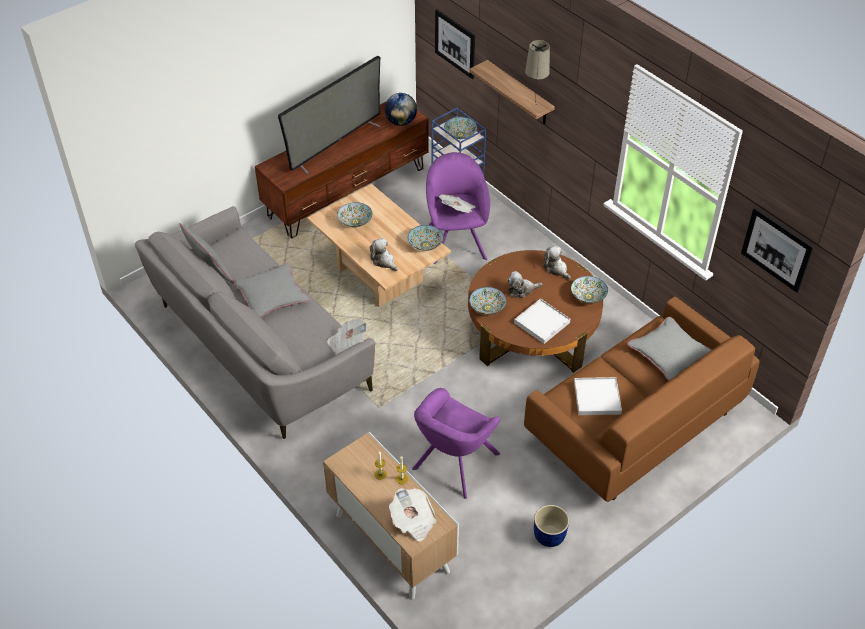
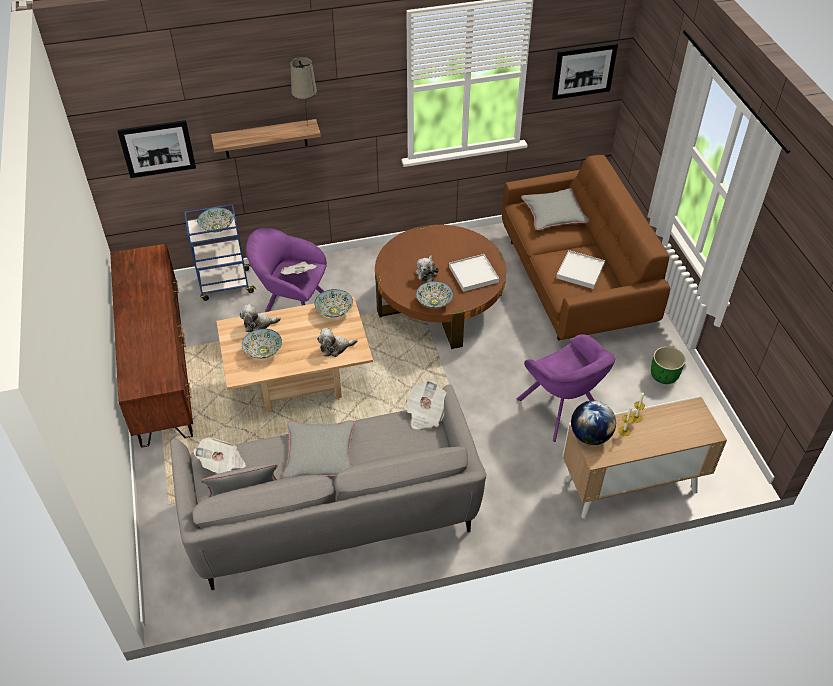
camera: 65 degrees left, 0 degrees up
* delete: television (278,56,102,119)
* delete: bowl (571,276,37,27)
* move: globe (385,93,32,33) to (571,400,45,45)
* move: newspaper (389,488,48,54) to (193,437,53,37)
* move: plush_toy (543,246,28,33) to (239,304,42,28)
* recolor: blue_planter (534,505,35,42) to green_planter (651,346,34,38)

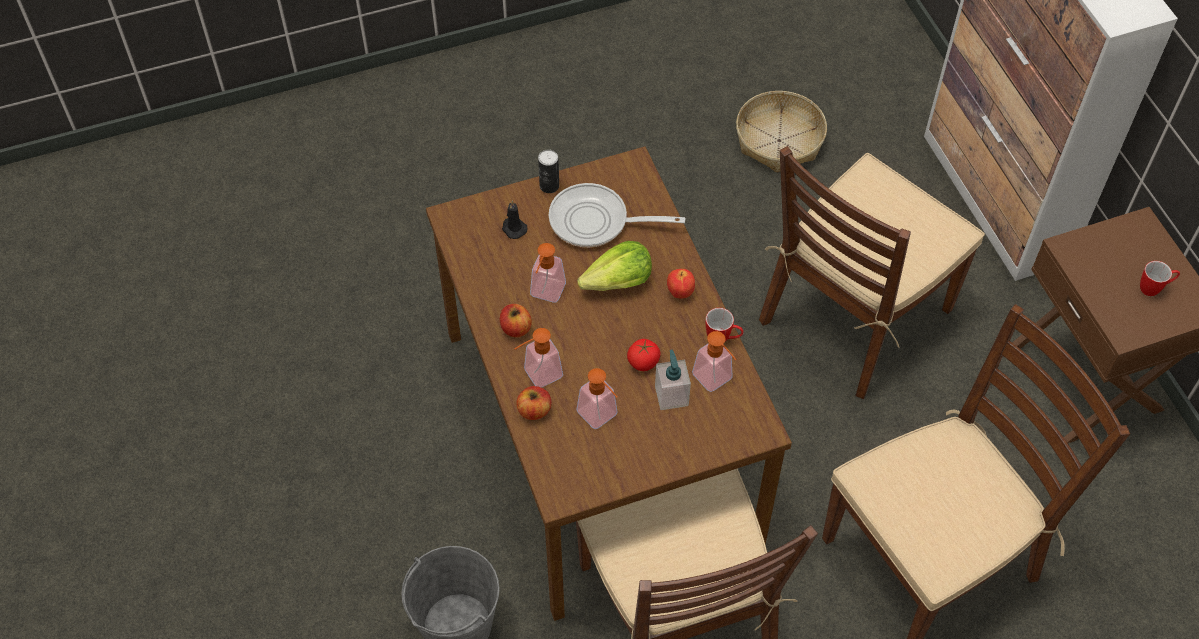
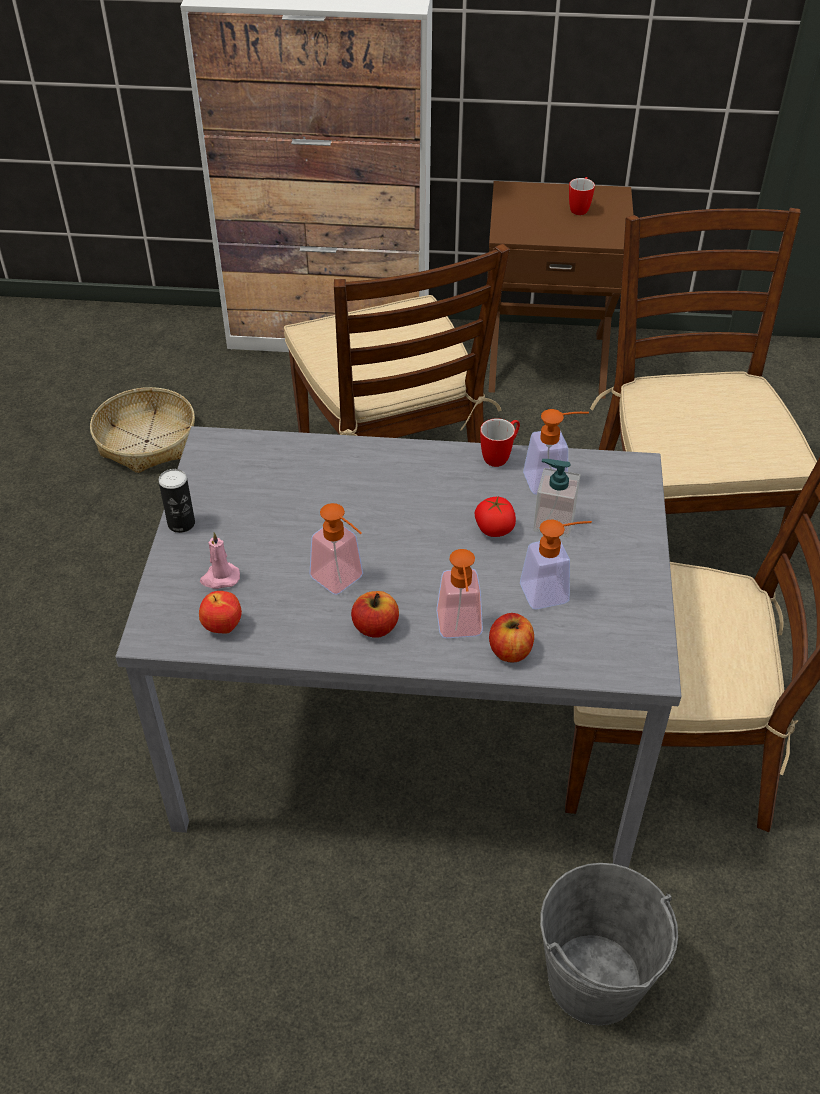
camera: 65 degrees left, 10 degrees down
* delete: frying_pan (549,183,136,64)
* delete: lettuce (577,241,75,50)
* move: apple (667,269,28,30) to (199,591,43,42)
* recolor: brown_dining_table (426,146,366,475) to grey_dining_table (115,426,566,442)
* recolor: black_candle (502,201,25,38) to pink_candle (200,532,40,57)

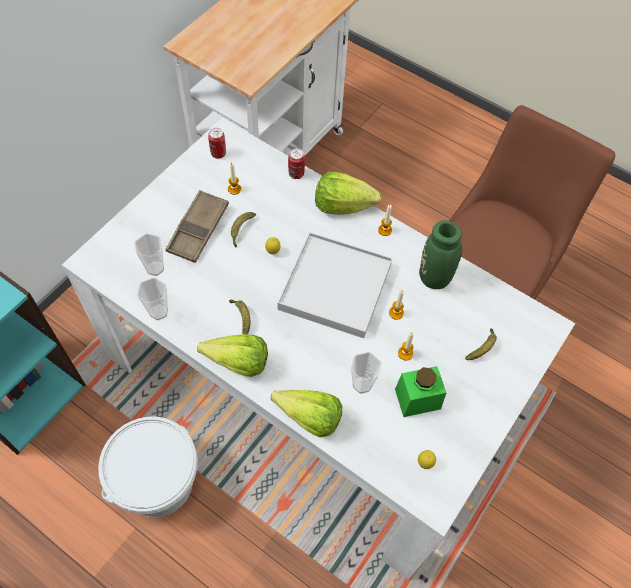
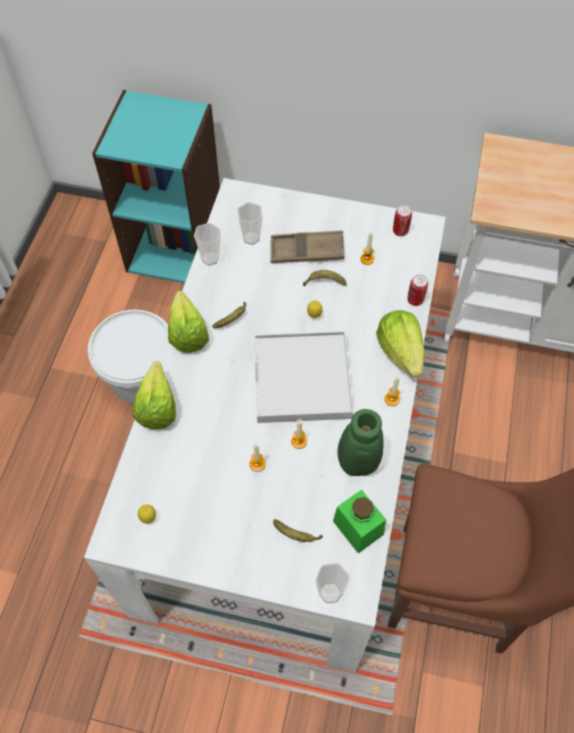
camera: 70 degrees right, 0 degrees up
* move: cup (351,352,31,42) to (315,563,35,41)
* move: green_jar (395,366,51,51) to (333,490,53,63)

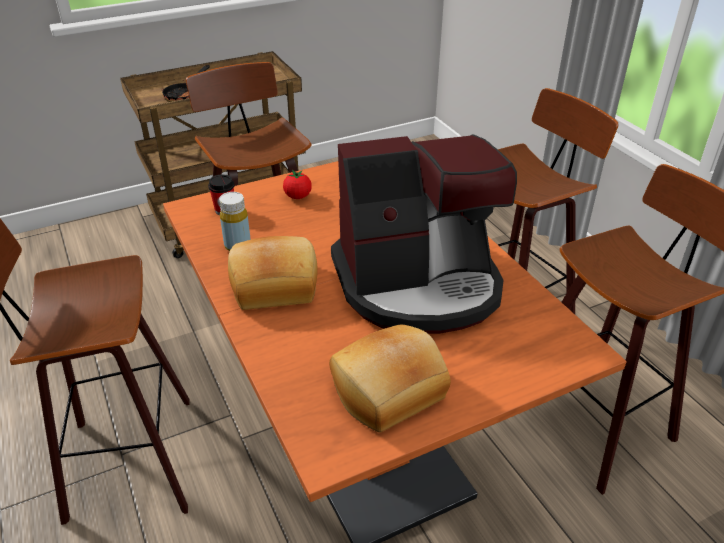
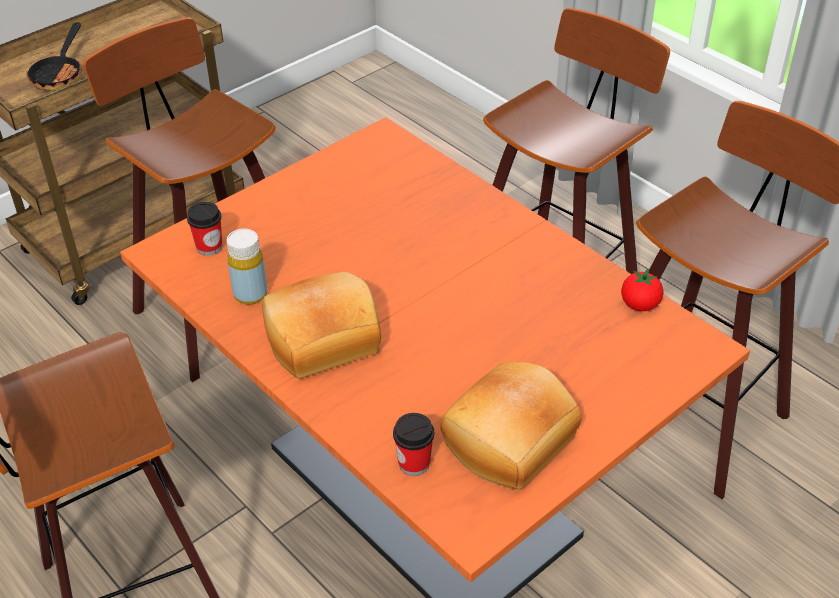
camera: 15 degrees left, 5 degrees up
* delete: coffee_machine (331,134,186,200)
* insert: cup (393,413,41,63)
* move: tomato (283,170,29,29) to (621,269,43,42)

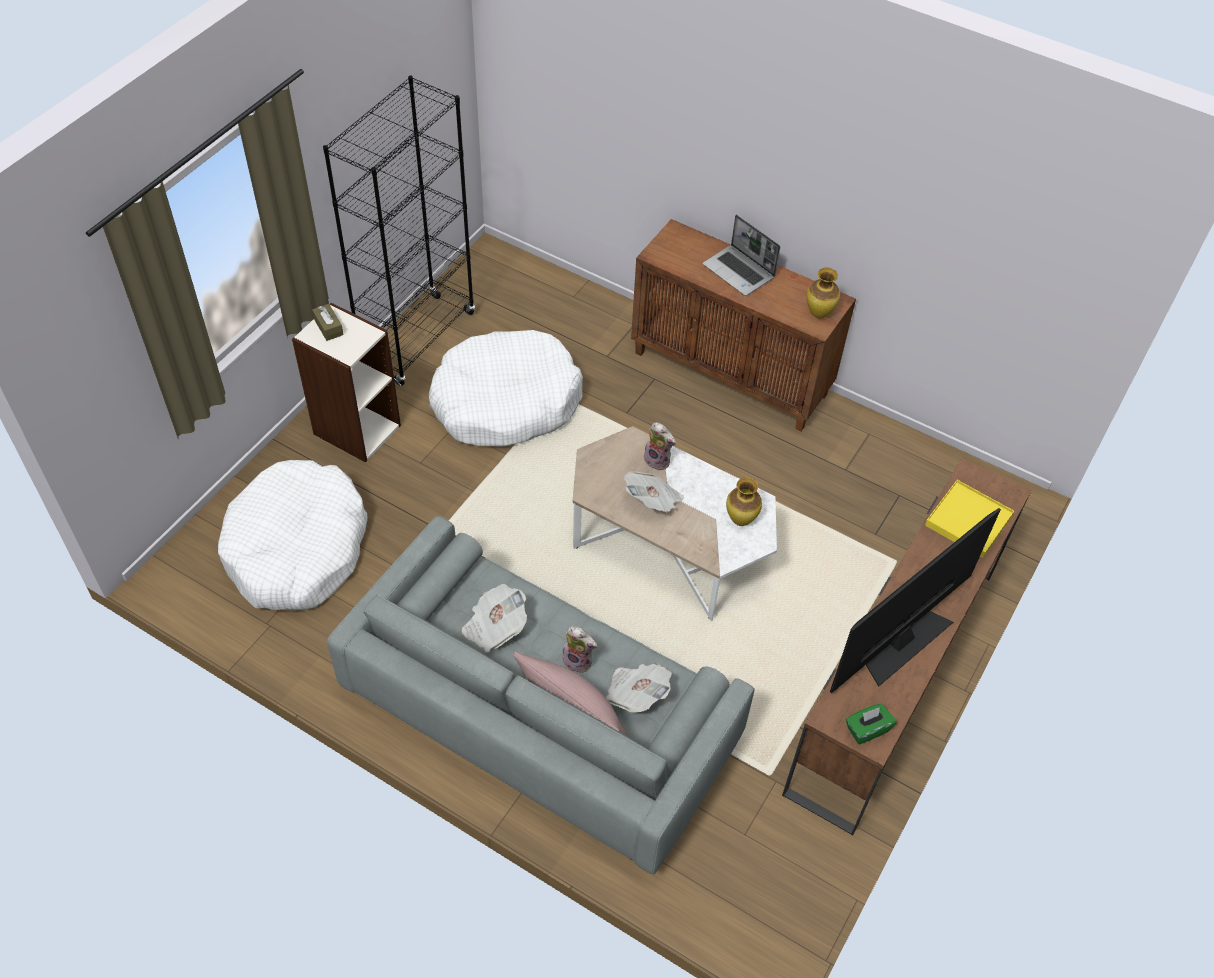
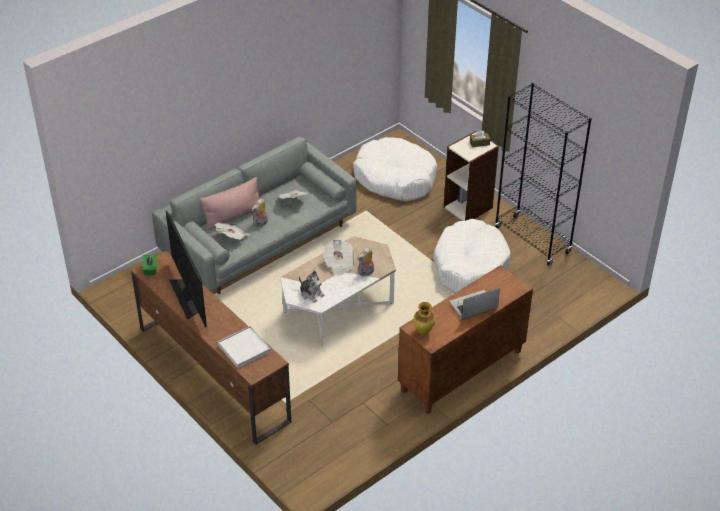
camera: 110 degrees right, 10 degrees down
* replace: vase (726,477,36,49) to plush_toy (299,271,26,32)
* recolor: yellow_tray (925,480,89,78) to white_tray (218,326,53,42)

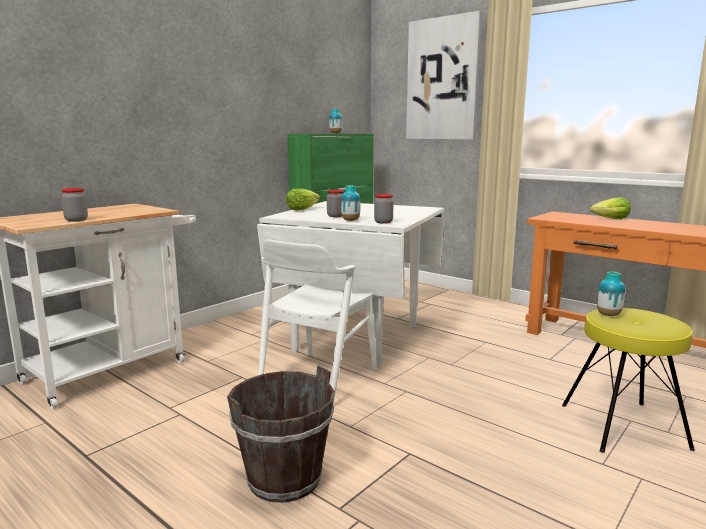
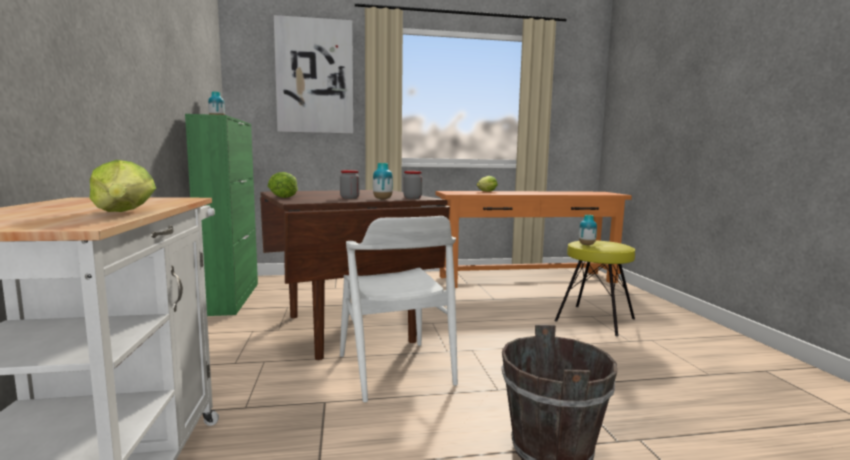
camera: 50 degrees left, 5 degrees down
* replace: jar (61,188,27,34) to lettuce (89,160,67,52)
* recolor: white_dining_table (257,201,188,166) to brown_dining_table (260,190,190,170)

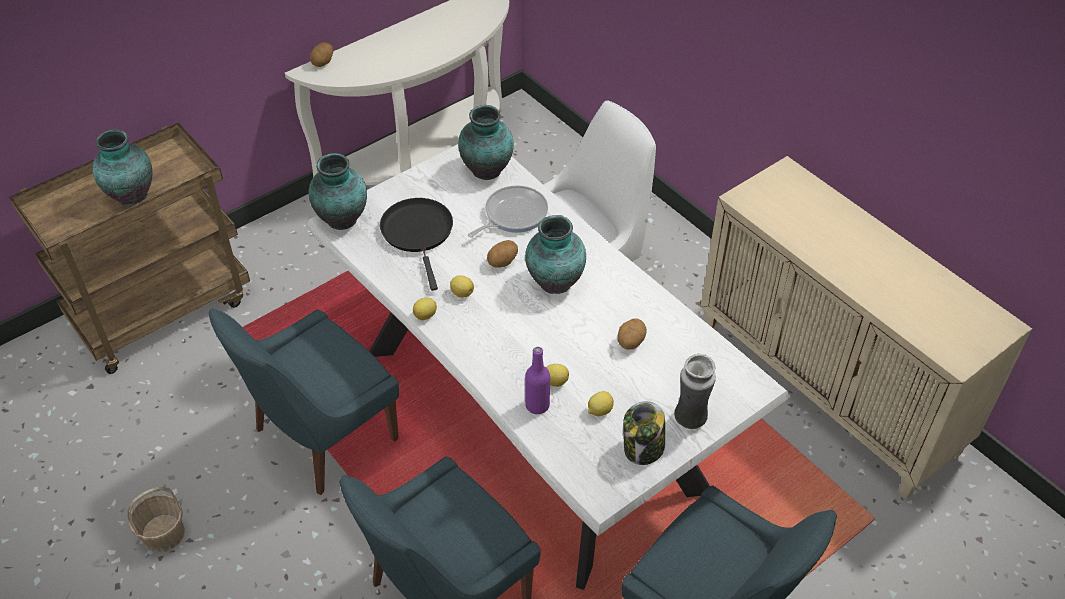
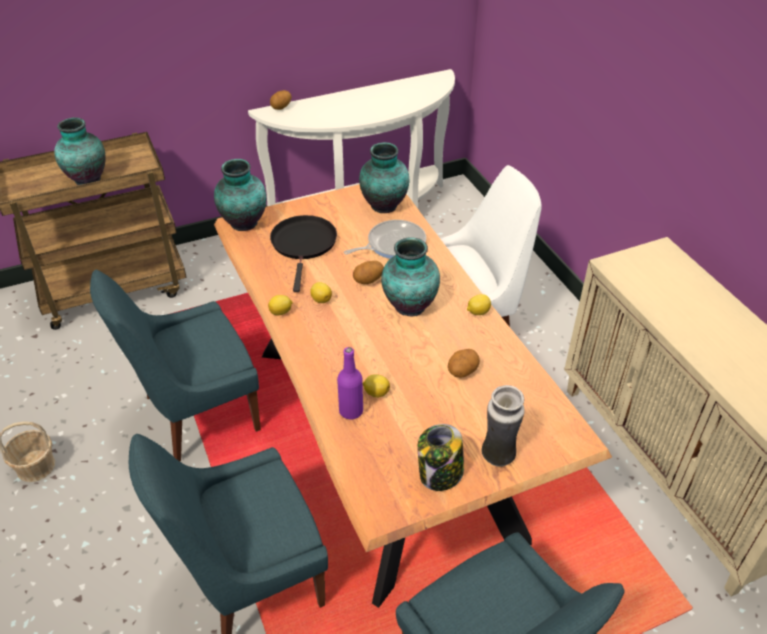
camera: 15 degrees right, 5 degrees down
* move: lemon (588,391,26,25) to (467,294,24,21)
* recolor: white_dining_table (306,144,485,446) to brown_dining_table (214,184,398,424)

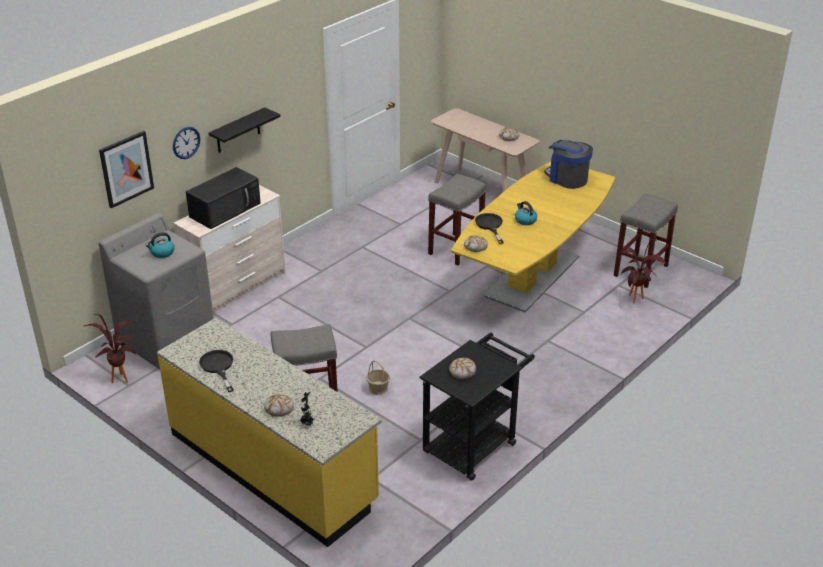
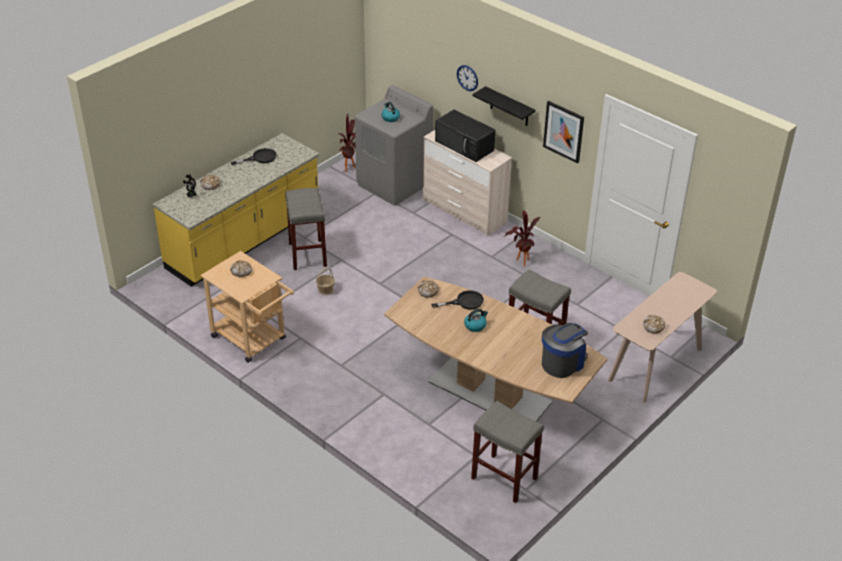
camera: 90 degrees right, 5 degrees up
* move: picture (99,131,55,77) to (543,101,41,63)
* move: potted_plant (621,239,45,64) to (503,211,37,56)
* recolor: black_cart (419,332,116,149) to beige_cart (200,251,94,112)
* recolor: yellow_dining_table (451,162,164,150) to brown_dining_table (384,277,223,144)

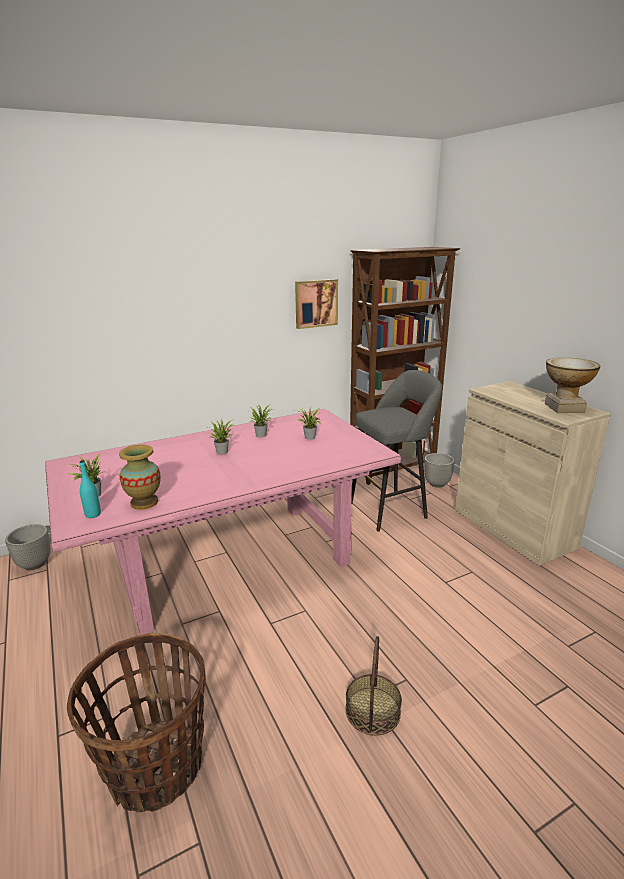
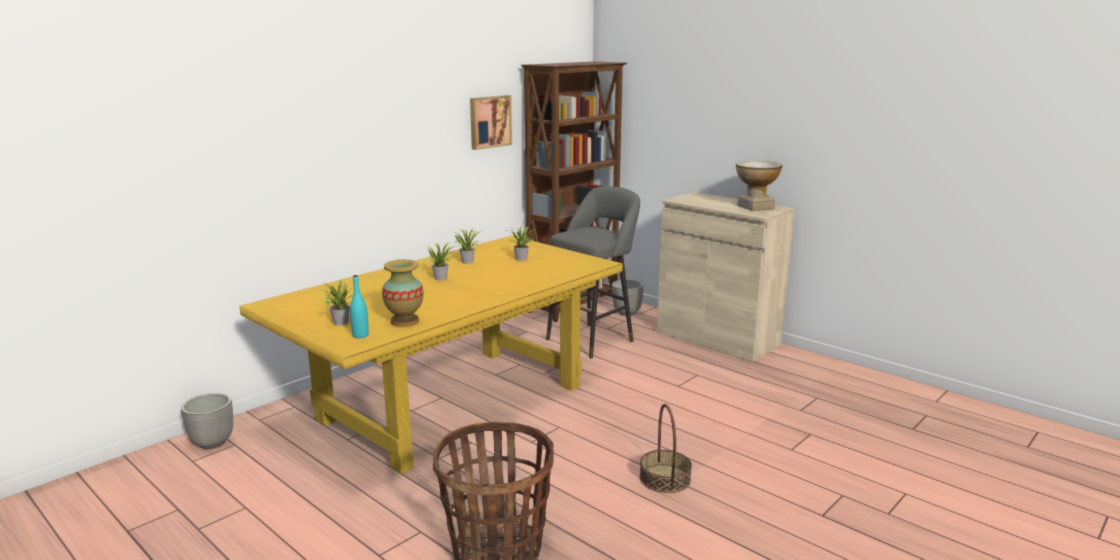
camera: 20 degrees left, 5 degrees down
* recolor: pink_dining_table (45,409,356,226) to yellow_dining_table (240,236,383,238)

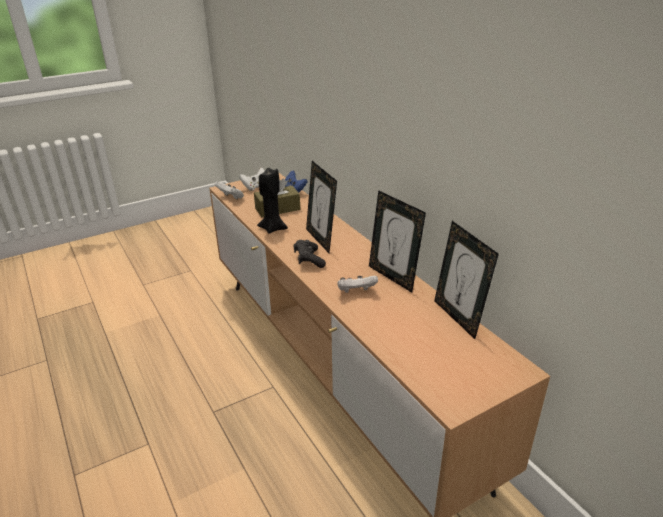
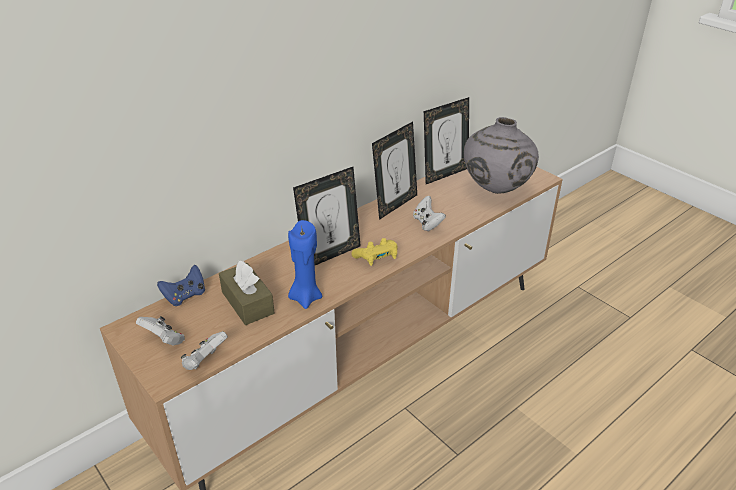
camera: 100 degrees left, 5 degrees up
* insert: grey_vase (464,117,75,77)
* recolor: black_candle (257,168,31,66) to blue_candle (288,220,34,89)
* recolor: black_game_controller (293,240,33,28) to yellow_game_controller (351,238,47,28)

